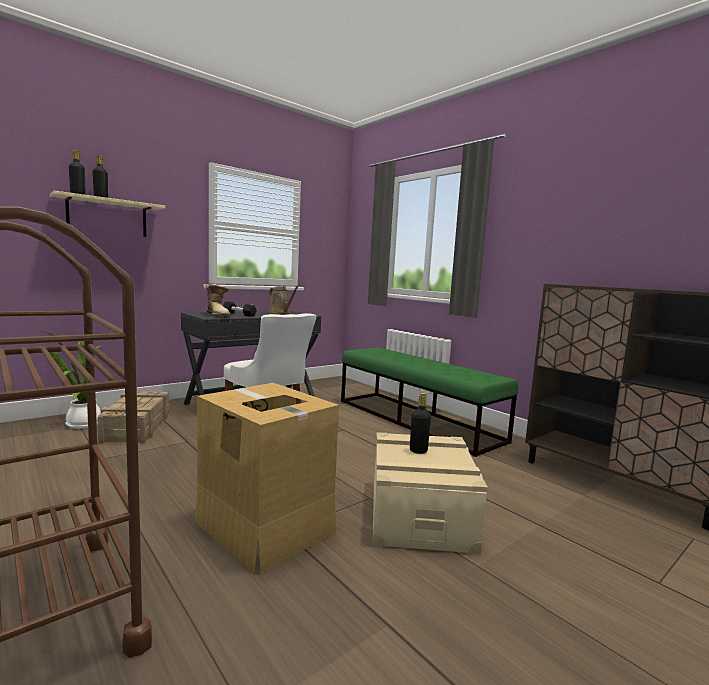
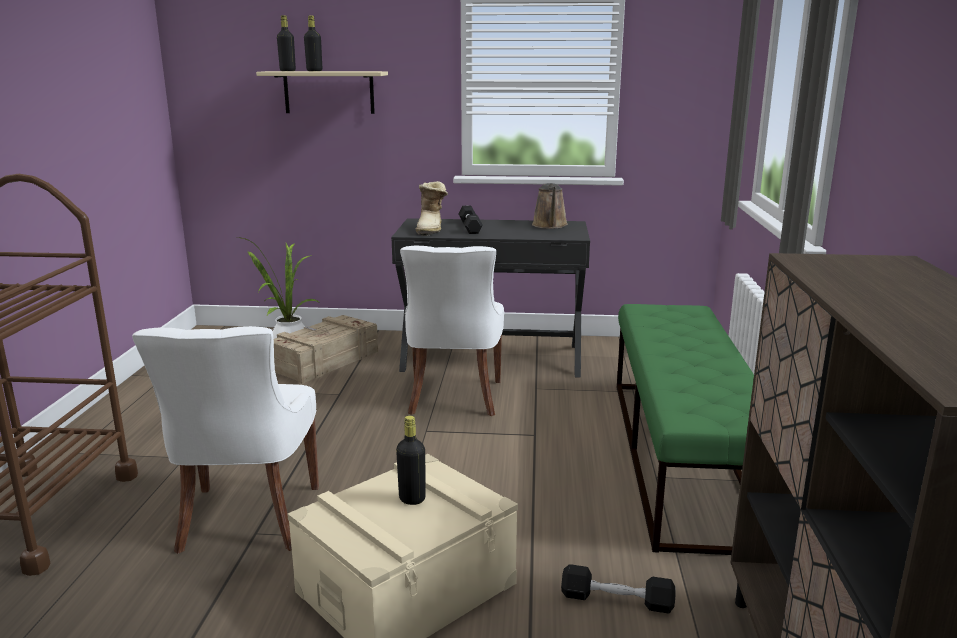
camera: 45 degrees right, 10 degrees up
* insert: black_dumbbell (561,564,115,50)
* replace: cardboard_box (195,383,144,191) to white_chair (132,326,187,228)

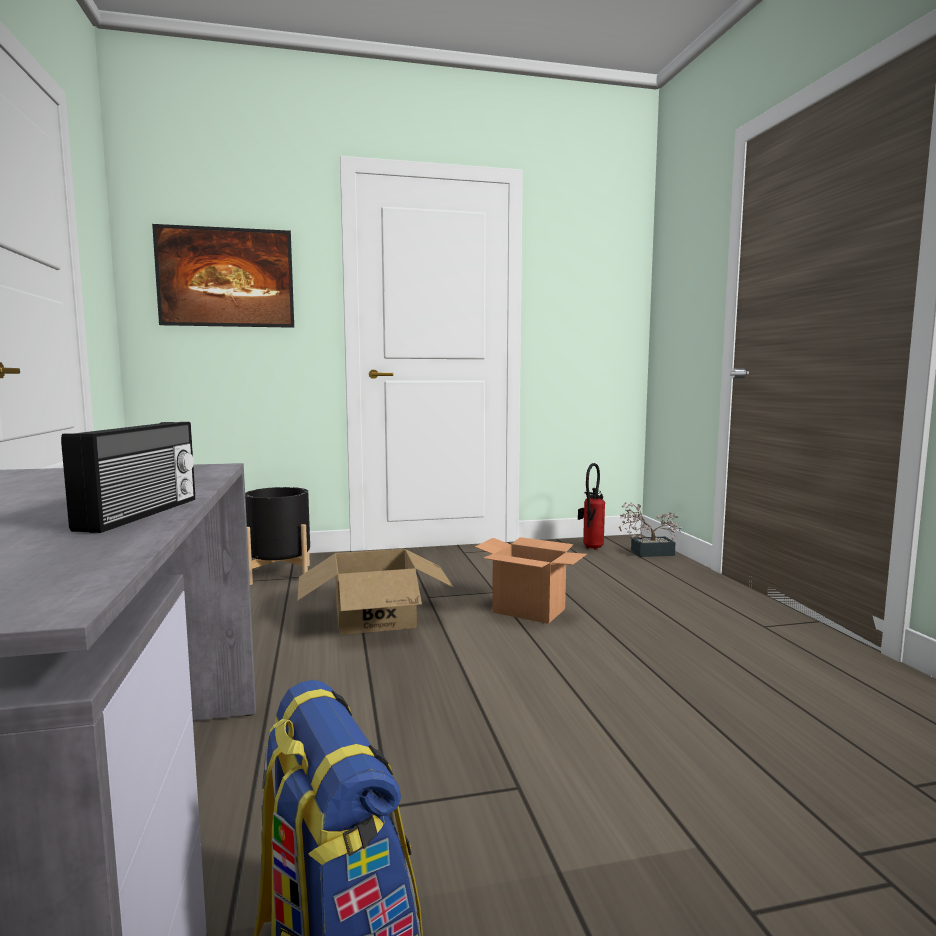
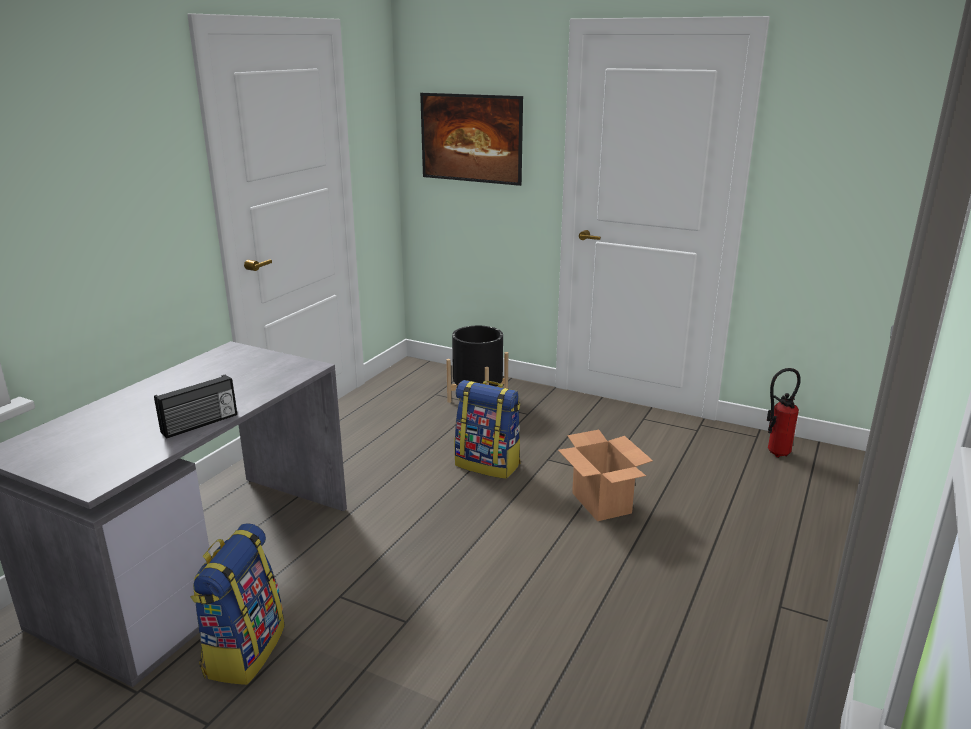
camera: 40 degrees right, 15 degrees up
* delete: potted_plant (619,502,63,55)
* replace: cardboard_box (297,549,157,86) to backpack (454,380,67,99)

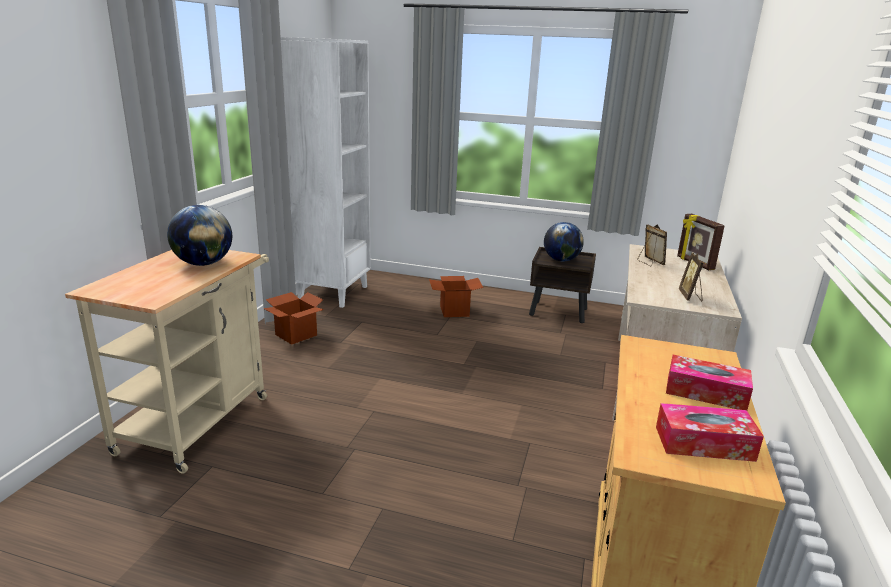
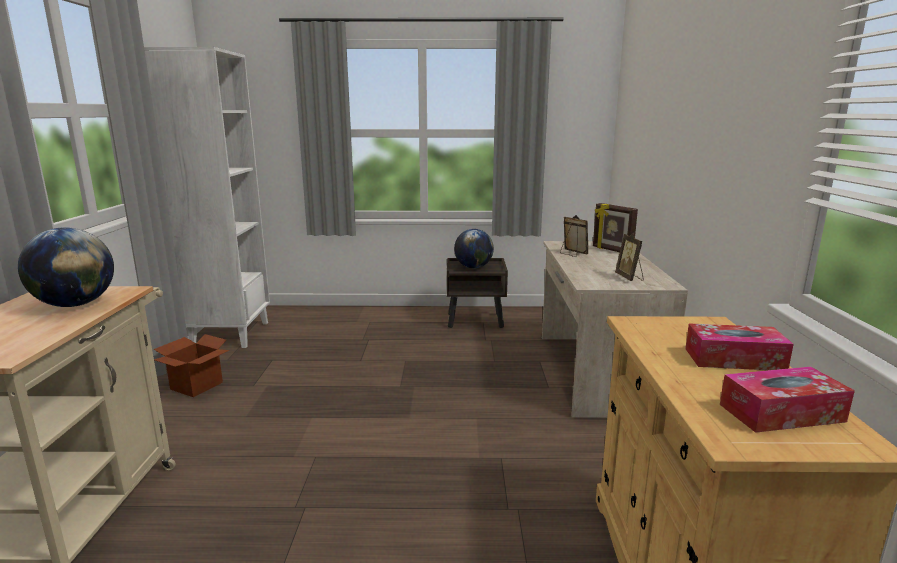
camera: 15 degrees left, 5 degrees down
* delete: cardboard_box (429,276,54,41)

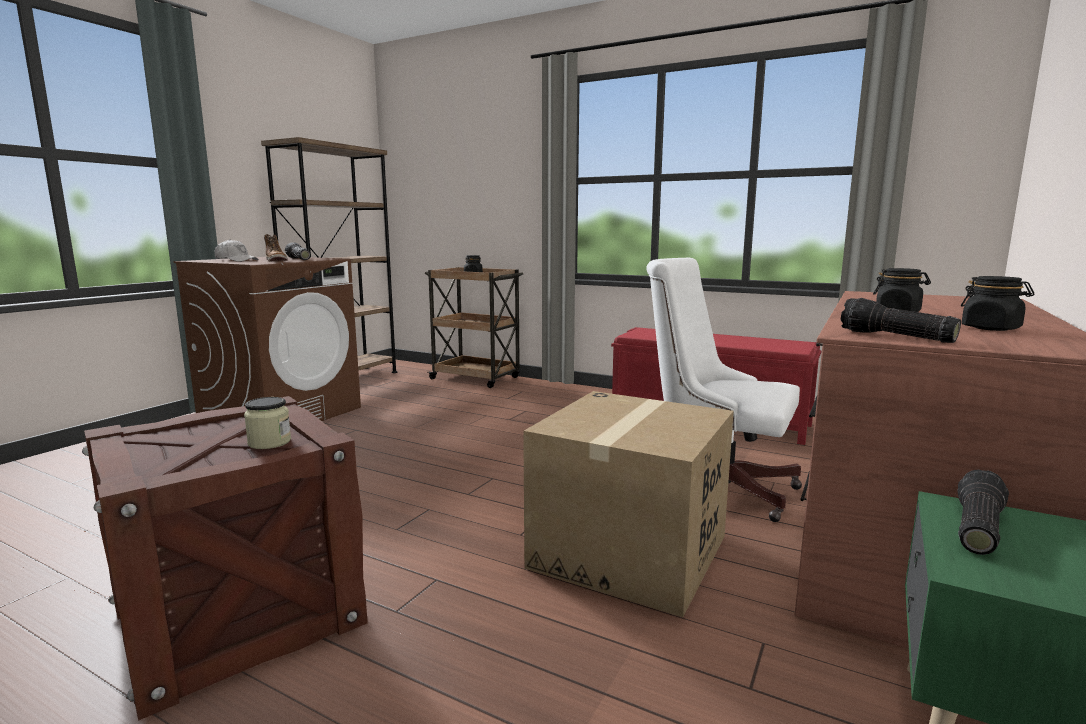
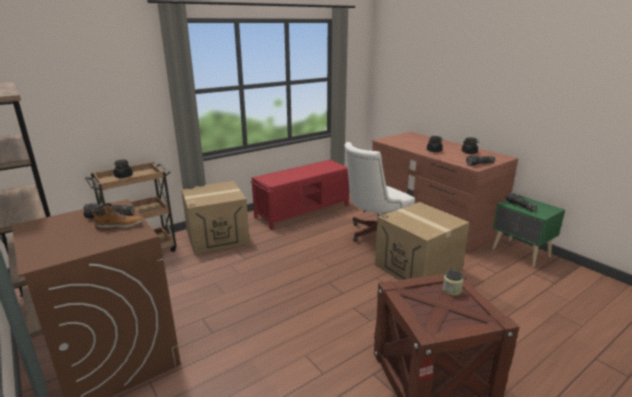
camera: 65 degrees left, 10 degrees up
* delete: white_cap (214,239,45,23)
* insert: cardboard_box (181,181,69,74)

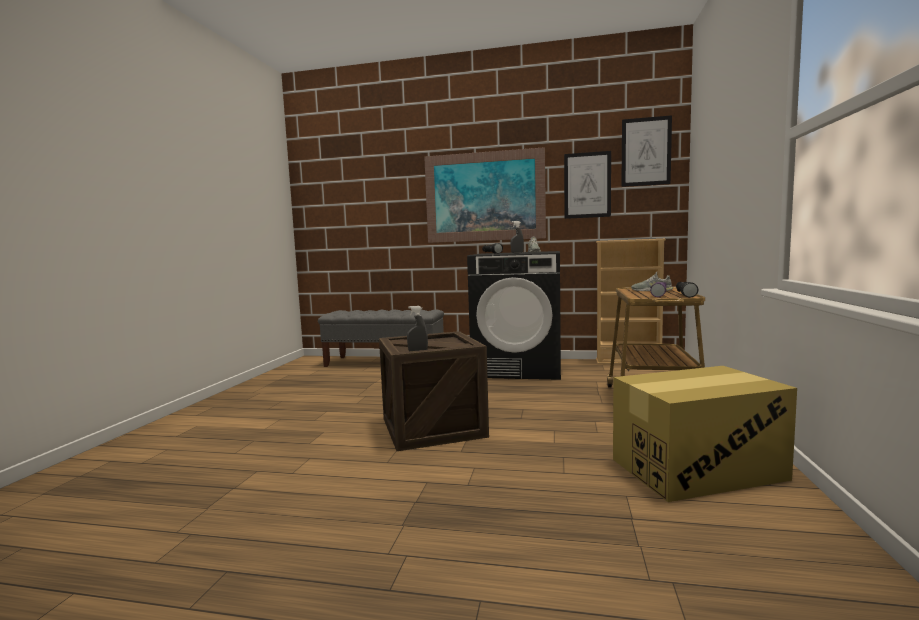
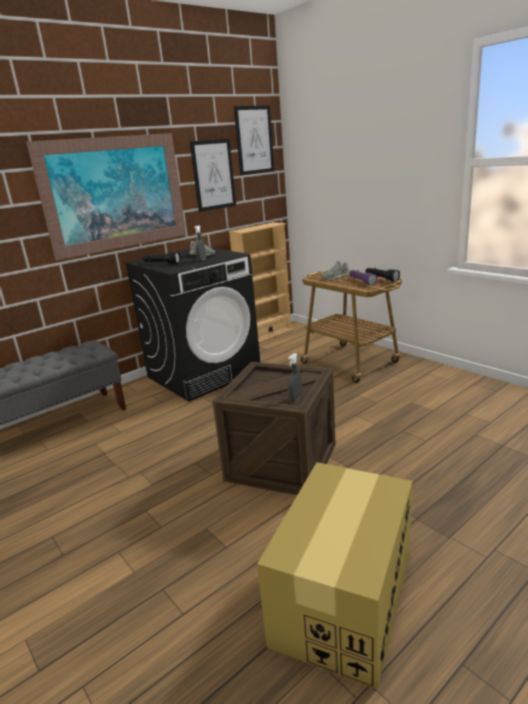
camera: 50 degrees left, 15 degrees up
* move: cardboard_box (613,366,184,136) to (257,462,155,228)

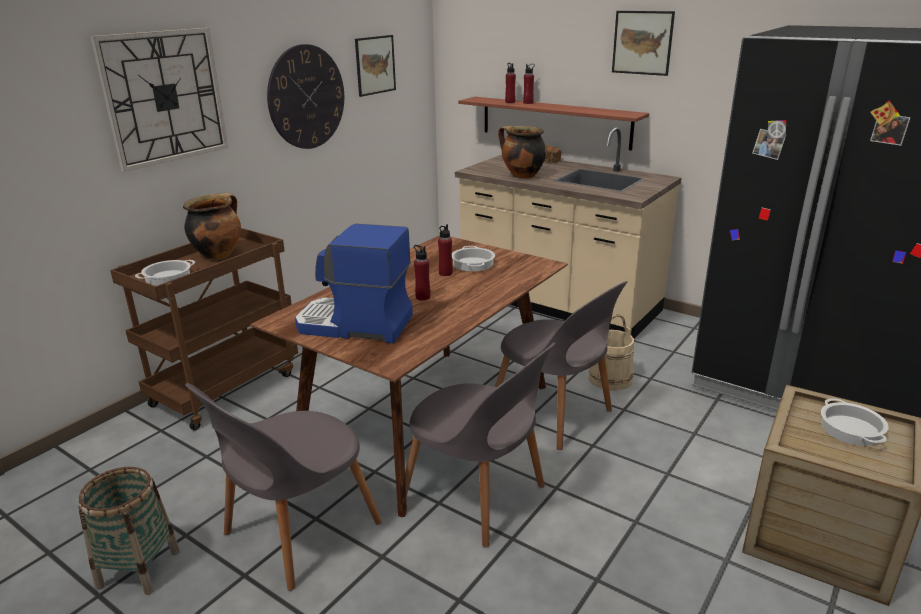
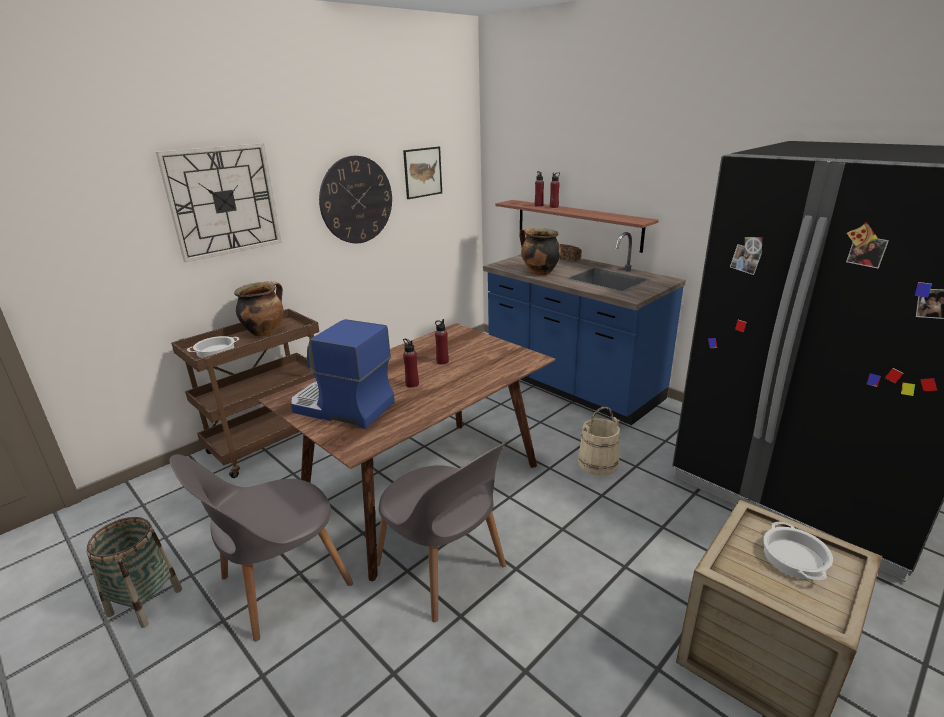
camera: 10 degrees right, 0 degrees up
* delete: cooking_pot (452,246,43,25)
* delete: grey_chair (495,281,132,169)
* delete: picture (612,11,63,65)
* recolor: beige_counter (455,127,227,212) to blue_counter (483,232,203,193)

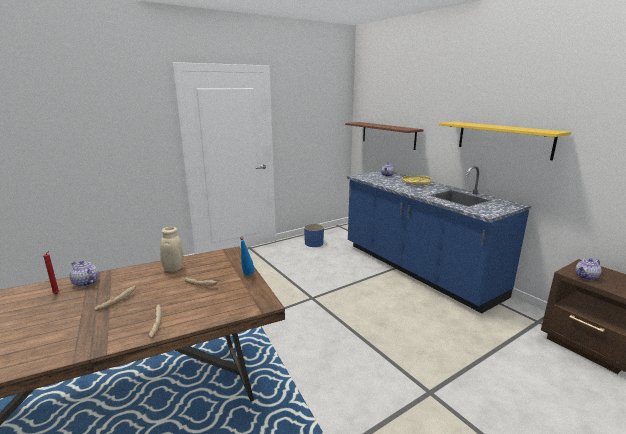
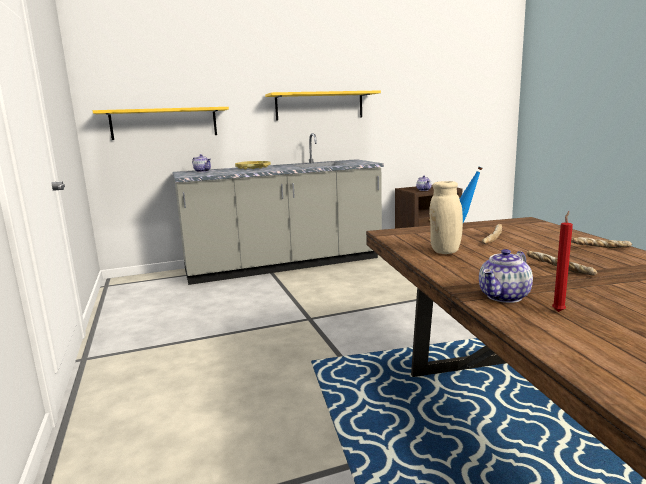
camera: 75 degrees left, 5 degrees down
* delete: blue_planter (304,224,20,23)
* recolor: brown_shelf (345,122,79,28) to yellow_shelf (92,107,137,33)
* recolor: blue_counter (347,166,184,147) to grey_counter (172,133,212,152)

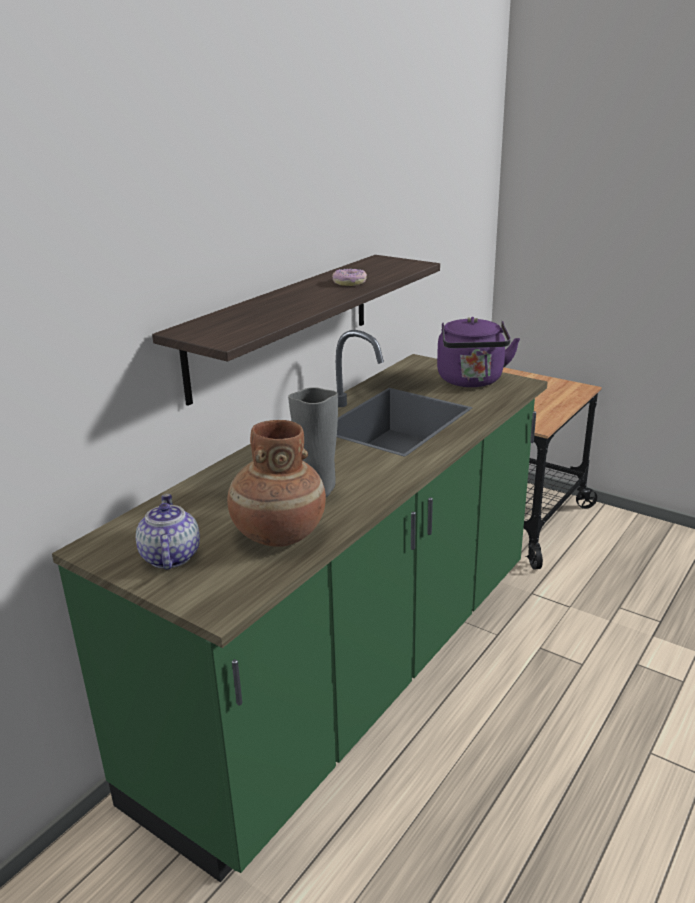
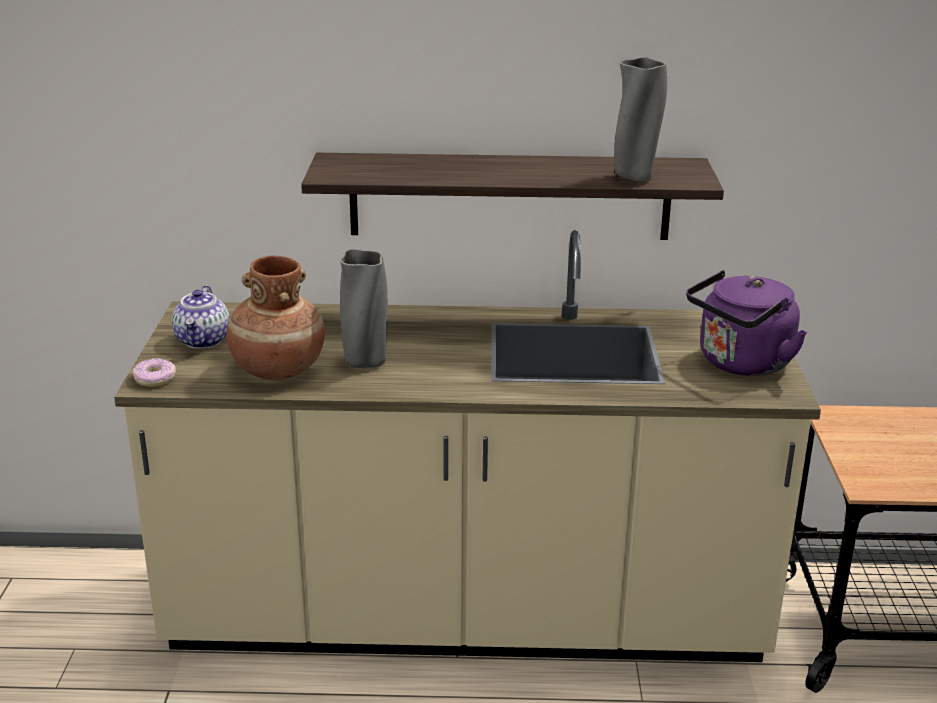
camera: 55 degrees right, 0 degrees up
* insert: grey_vase (614,57,53,125)
* move: donut (332,269,35,17) to (132,358,44,29)
* recolor: green_counter (52,330,496,552) to beige_counter (114,230,707,432)
* rotate: teapot (136,494,64,76) = (172,285,58,64) 135 degrees clockwise

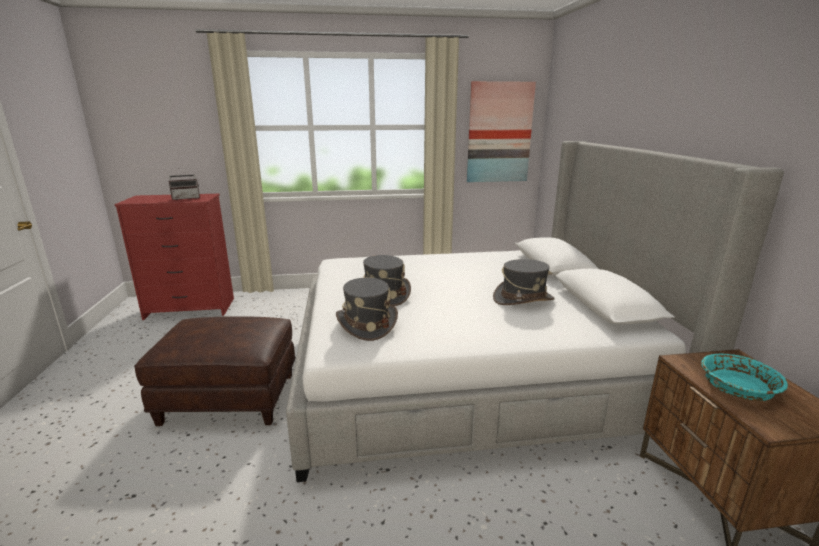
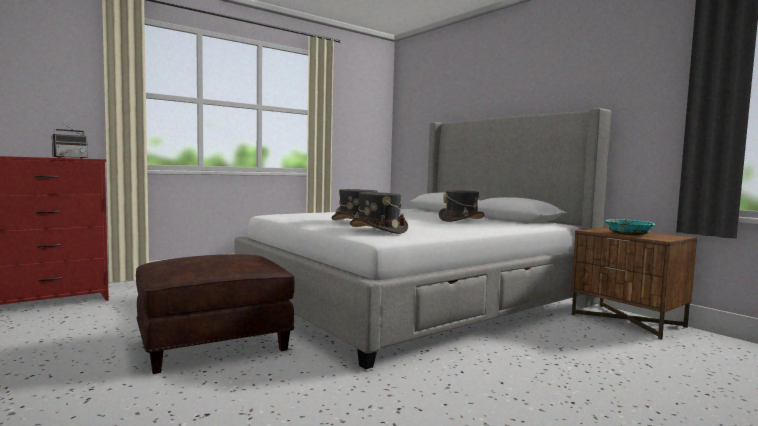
camera: 30 degrees left, 15 degrees down
* delete: picture (467,81,69,101)

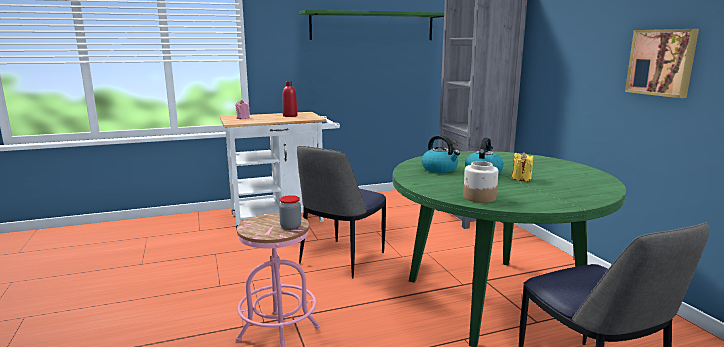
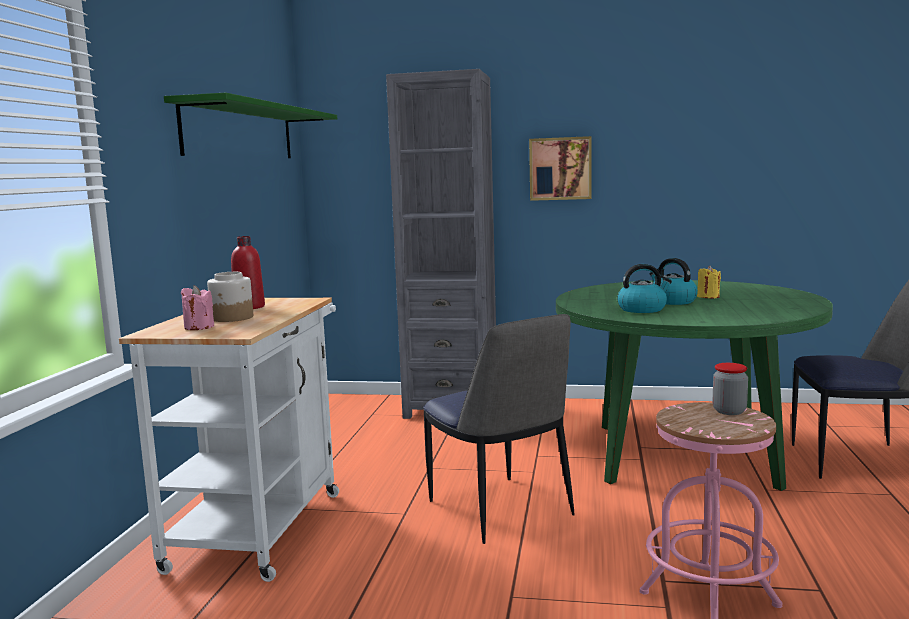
camera: 60 degrees left, 5 degrees down
* move: jar (463,161,36,42) to (207,272,46,50)
* move: picture (625,29,74,69) to (529,136,62,65)

